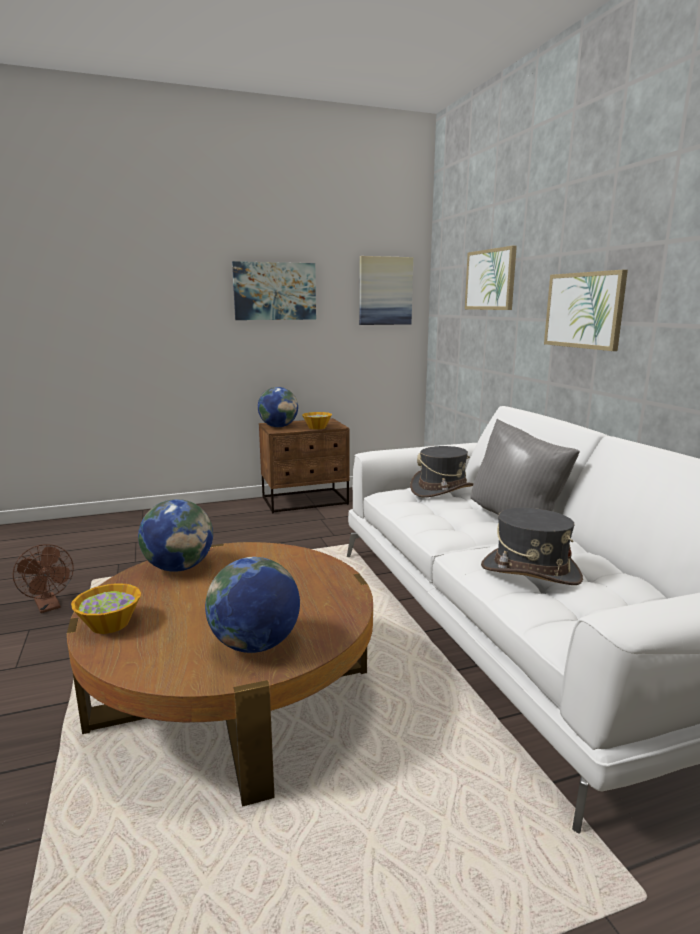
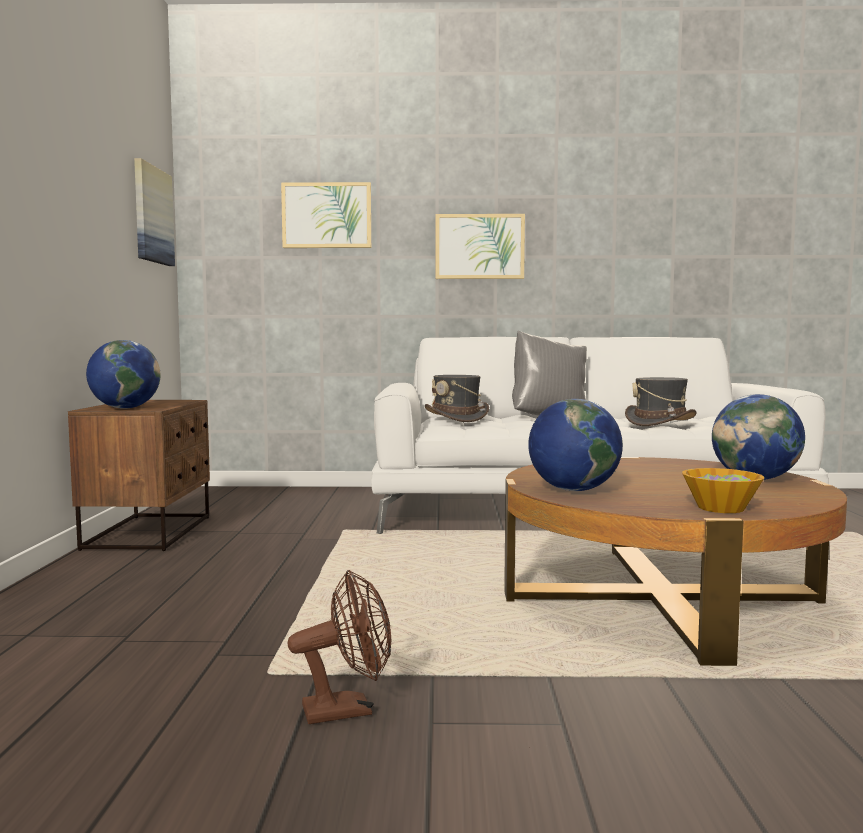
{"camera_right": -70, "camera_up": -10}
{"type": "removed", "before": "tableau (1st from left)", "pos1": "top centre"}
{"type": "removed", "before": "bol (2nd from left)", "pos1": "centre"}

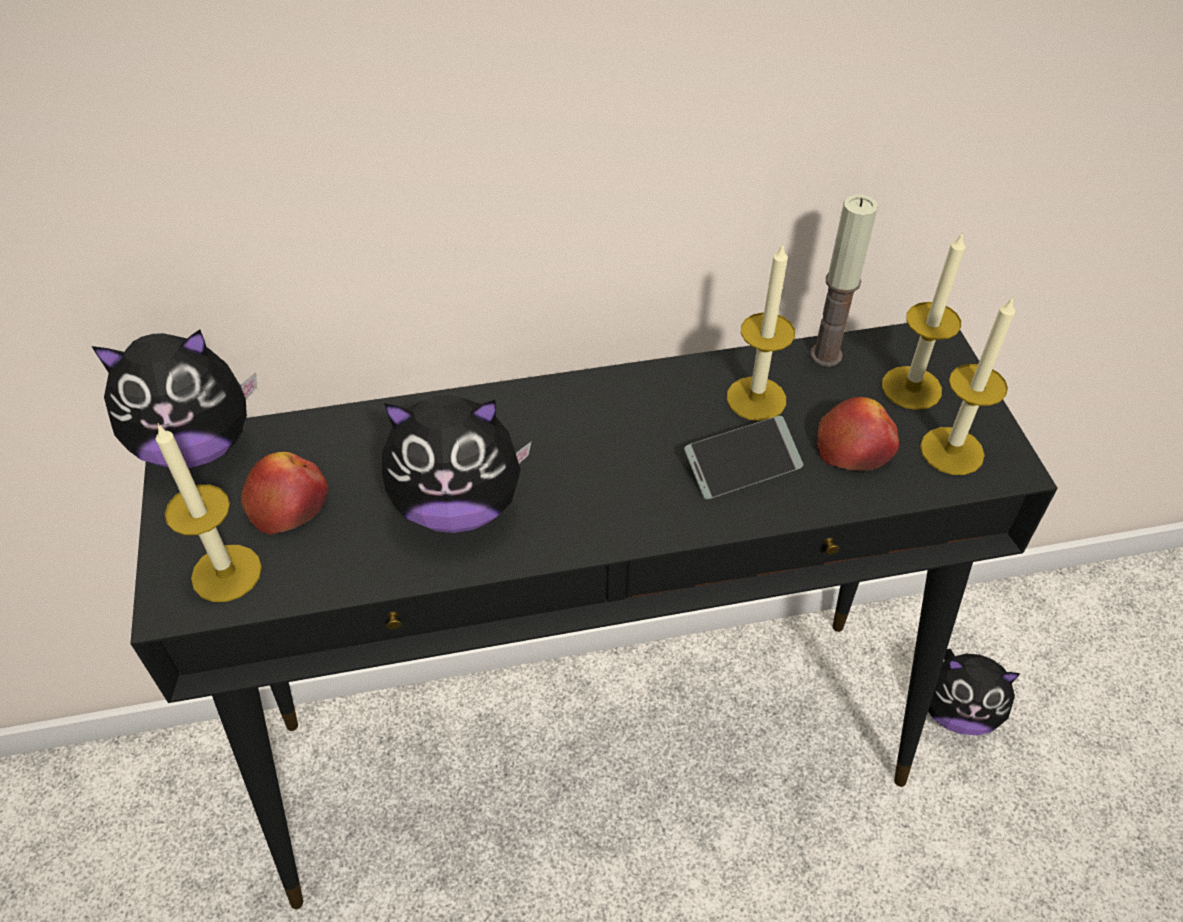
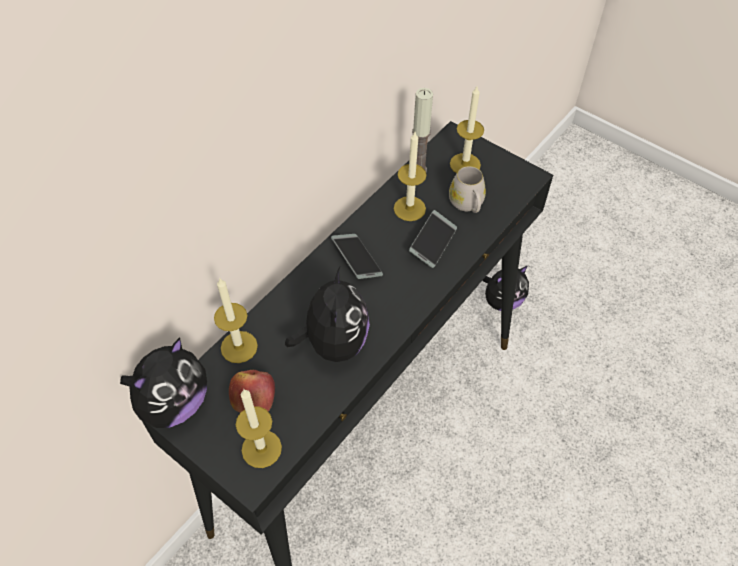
{"camera_right": -40, "camera_up": 5}
{"type": "moved", "before": "bougie (5th from left in the first image)", "after": "bougie (1st from left)", "pos1": "middle right", "pos2": "middle left"}
{"type": "turned", "before": "peluche (2nd from left)", "pos1": "centre", "pos2": "centre", "turn": -45}
{"type": "replaced", "before": "pomme (2nd from left)", "after": "mug (blanc)", "pos1": "middle right", "pos2": "centre"}
{"type": "added", "after": "téléphone (1st from left)", "pos2": "centre"}

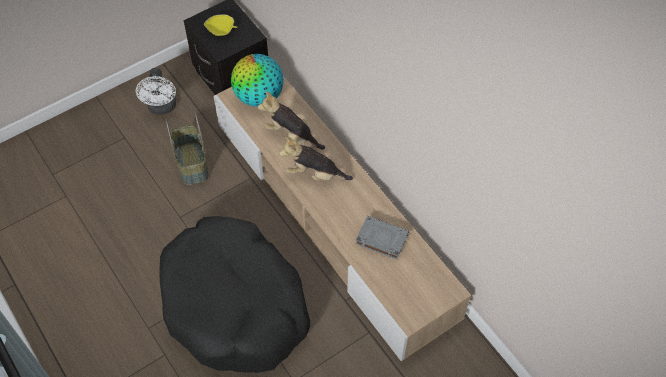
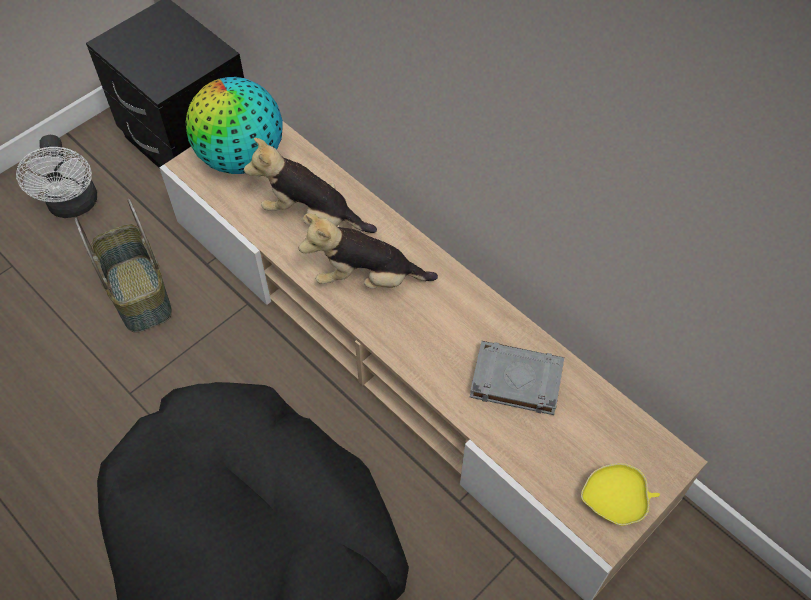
{"camera_right": -10, "camera_up": 0}
{"type": "moved", "before": "bol (jaune)", "pos1": "top left", "pos2": "bottom right"}

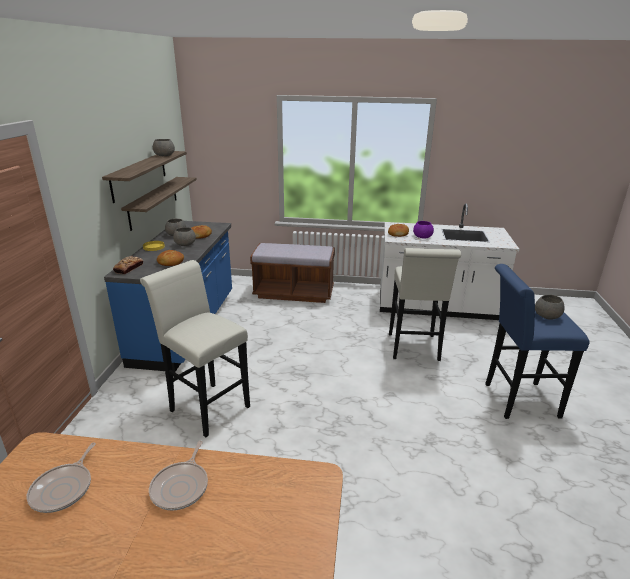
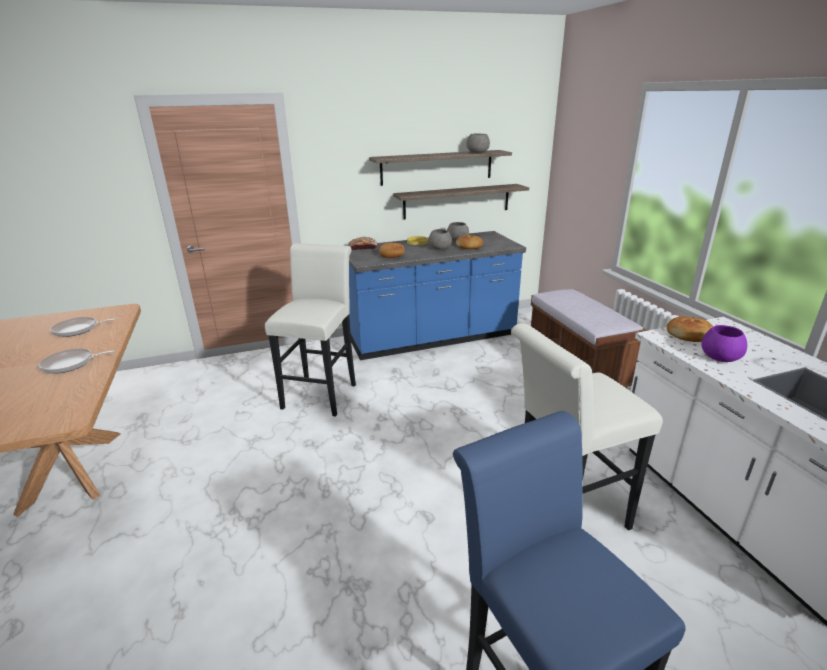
{"camera_right": 65, "camera_up": 0}
{"type": "removed", "before": "bol (gris) (4th from left)", "pos1": "middle right"}

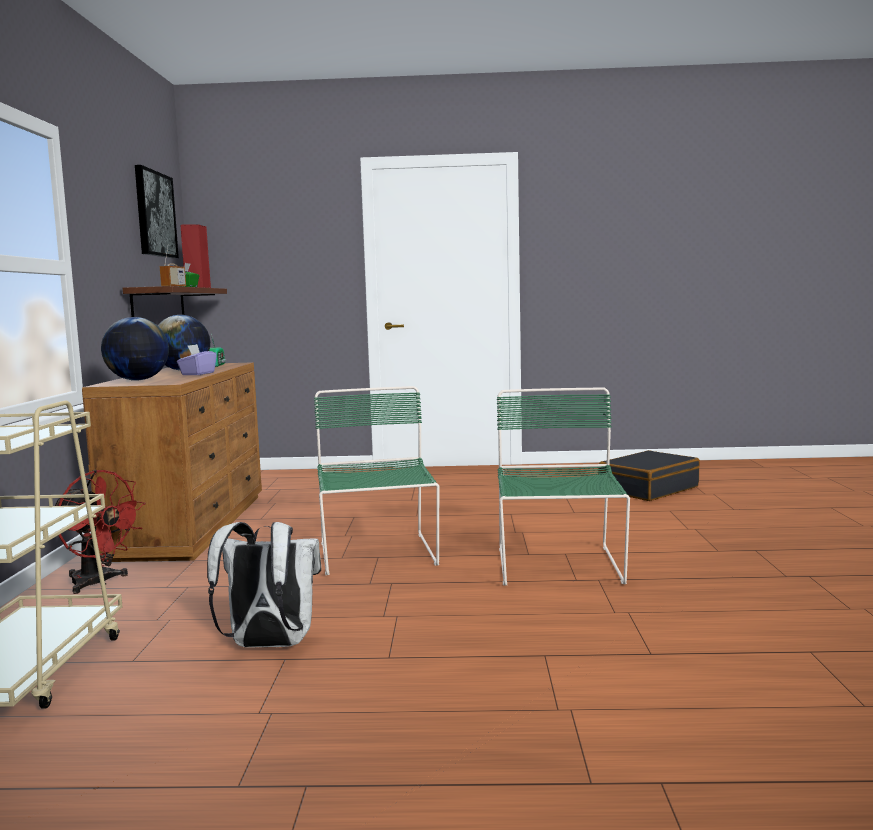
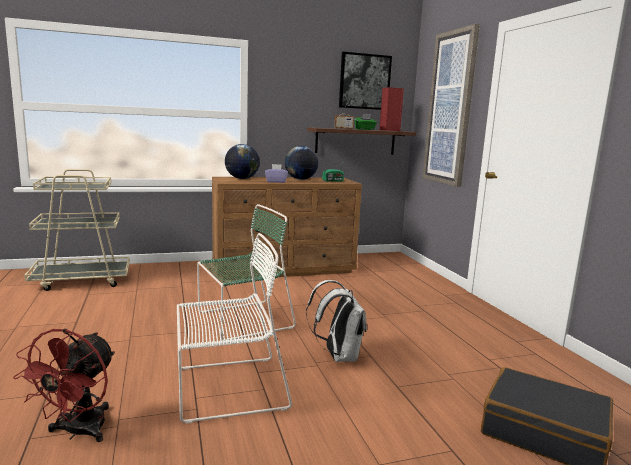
{"camera_right": 70, "camera_up": 5}
{"type": "recoloured", "before": "chaise (vert) (2nd from left)", "after": "chaise (blanc)", "pos1": "centre", "pos2": "bottom centre"}
{"type": "moved", "before": "ventilateur (rouge)", "pos1": "middle left", "pos2": "bottom left"}
{"type": "moved", "before": "sac à dos (blanc)", "pos1": "bottom left", "pos2": "bottom centre"}
{"type": "added", "after": "tableau (2nd from left)", "pos2": "top right"}

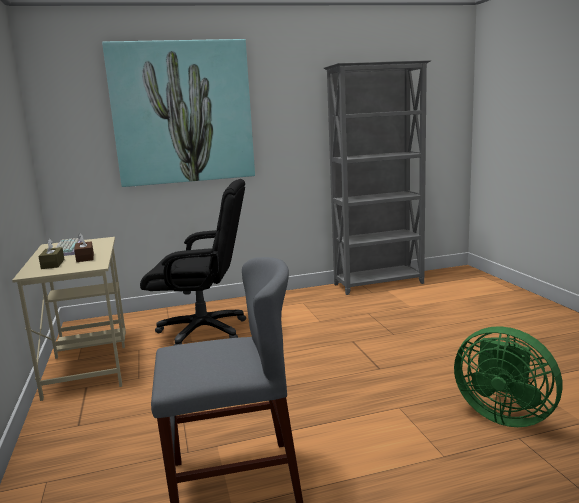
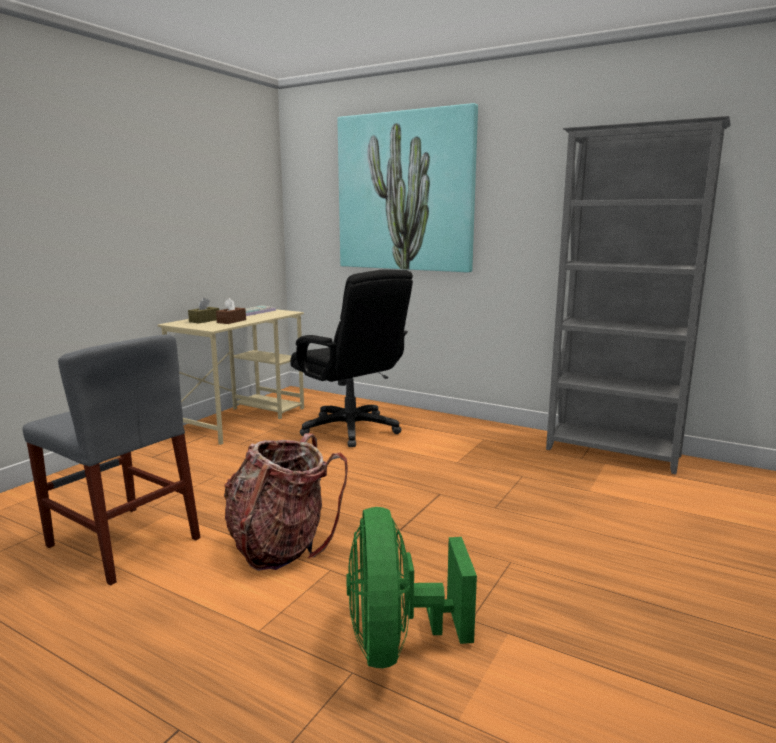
{"camera_right": 45, "camera_up": 0}
{"type": "added", "after": "sac à dos", "pos2": "bottom centre"}

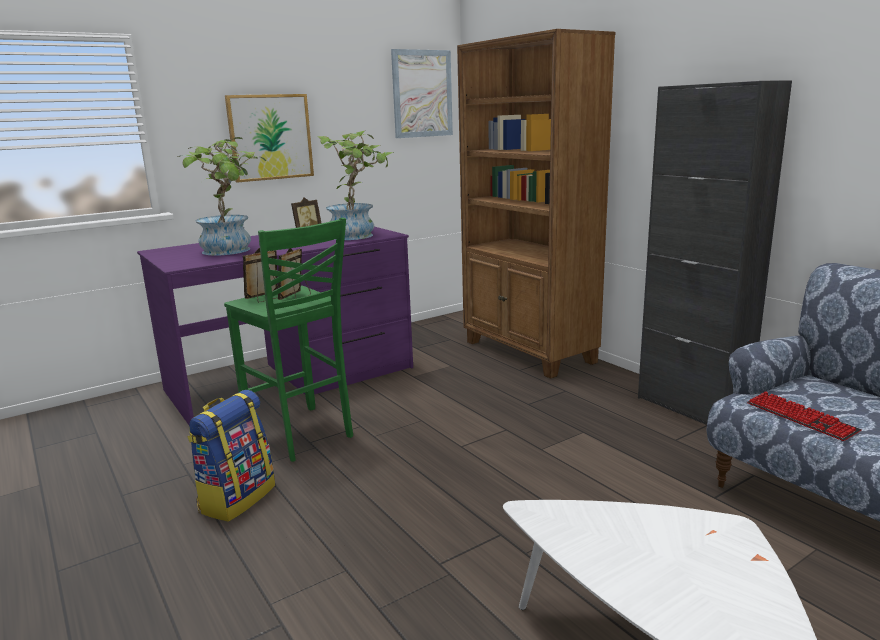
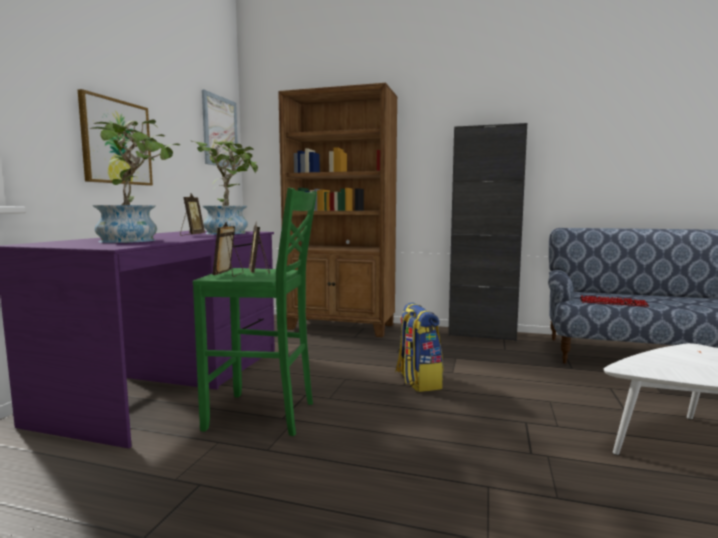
{"camera_right": -40, "camera_up": -10}
{"type": "moved", "before": "sac à dos", "pos1": "bottom left", "pos2": "centre"}

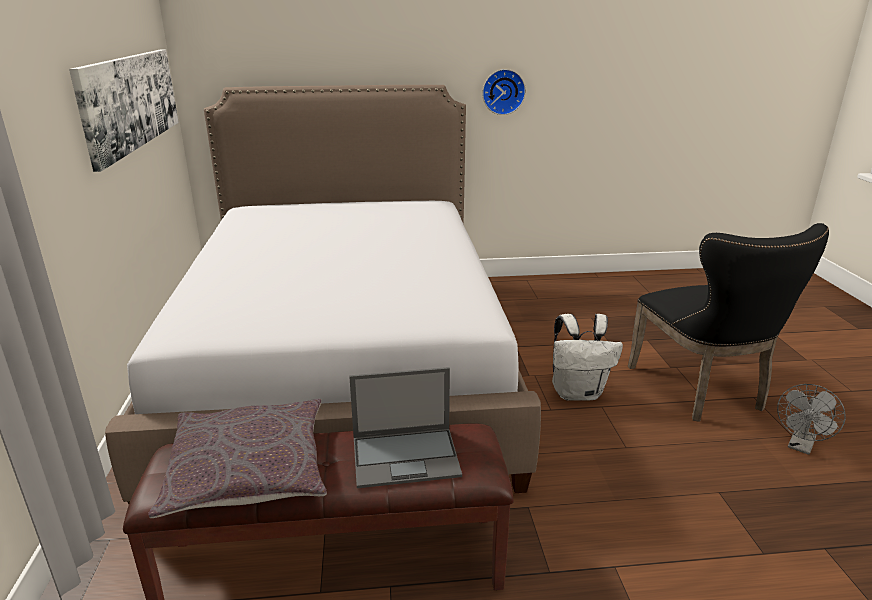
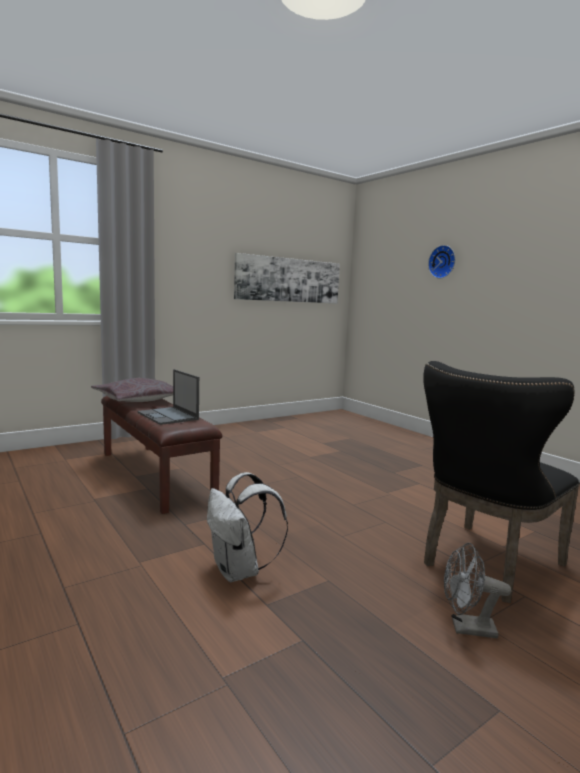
{"camera_right": 60, "camera_up": -15}
{"type": "moved", "before": "horloge murale", "pos1": "top centre", "pos2": "middle right"}
{"type": "removed", "before": "lit", "pos1": "centre"}
{"type": "moved", "before": "sac à dos (blanc)", "pos1": "middle right", "pos2": "bottom centre"}

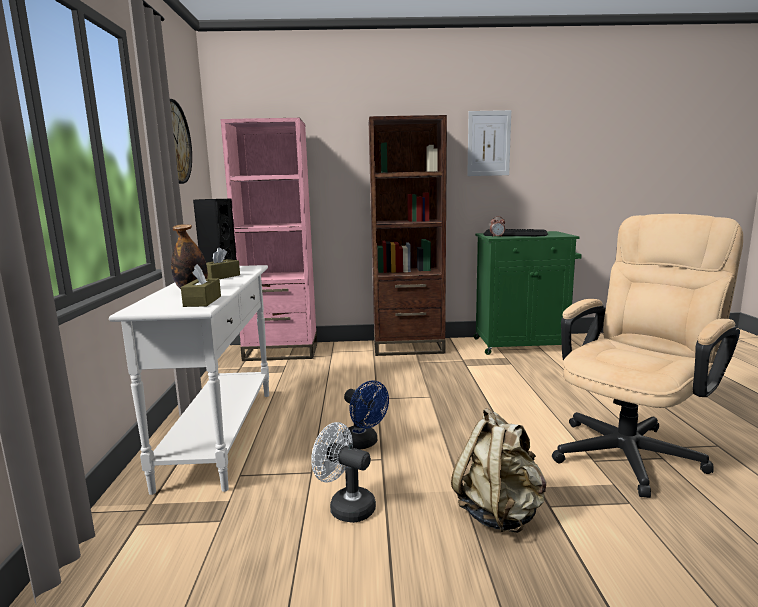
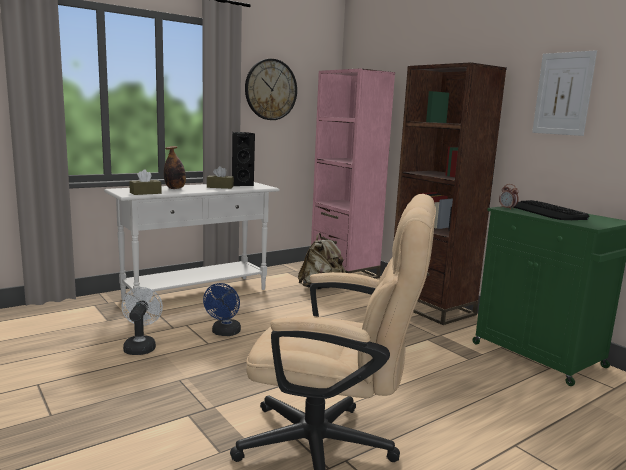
{"camera_right": 55, "camera_up": 0}
{"type": "moved", "before": "sac à dos (beige)", "pos1": "bottom centre", "pos2": "centre"}

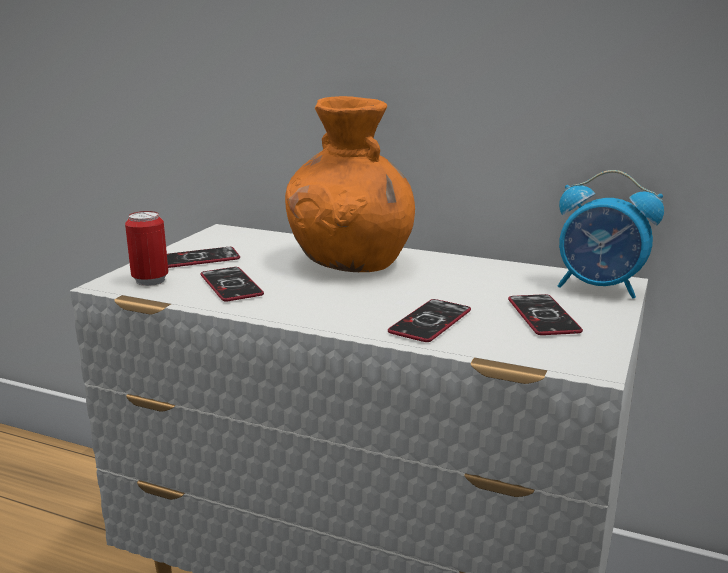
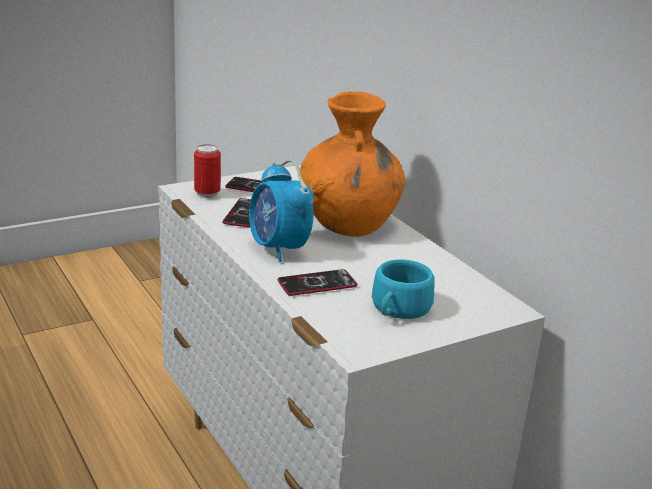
{"camera_right": 35, "camera_up": 5}
{"type": "moved", "before": "réveil", "pos1": "middle right", "pos2": "centre"}
{"type": "replaced", "before": "téléphone (4th from left)", "after": "tasse (turquoise)", "pos1": "middle right", "pos2": "centre"}

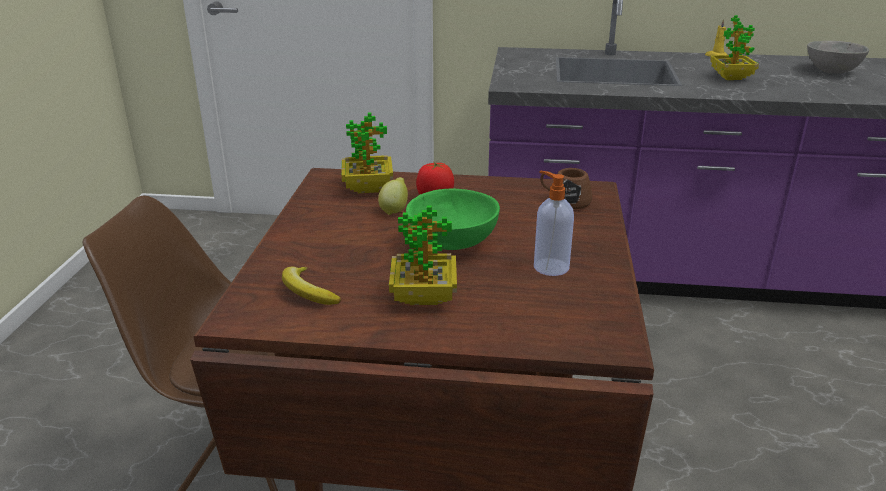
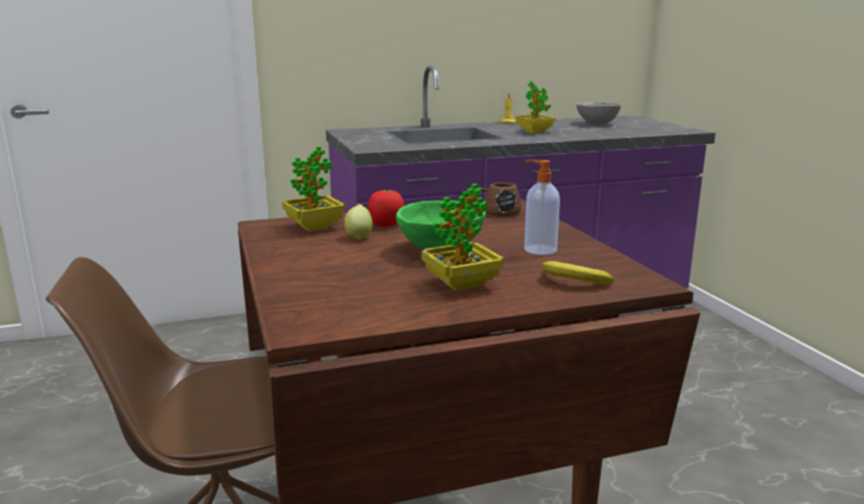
{"camera_right": -25, "camera_up": -10}
{"type": "moved", "before": "banane", "pos1": "centre", "pos2": "middle right"}

